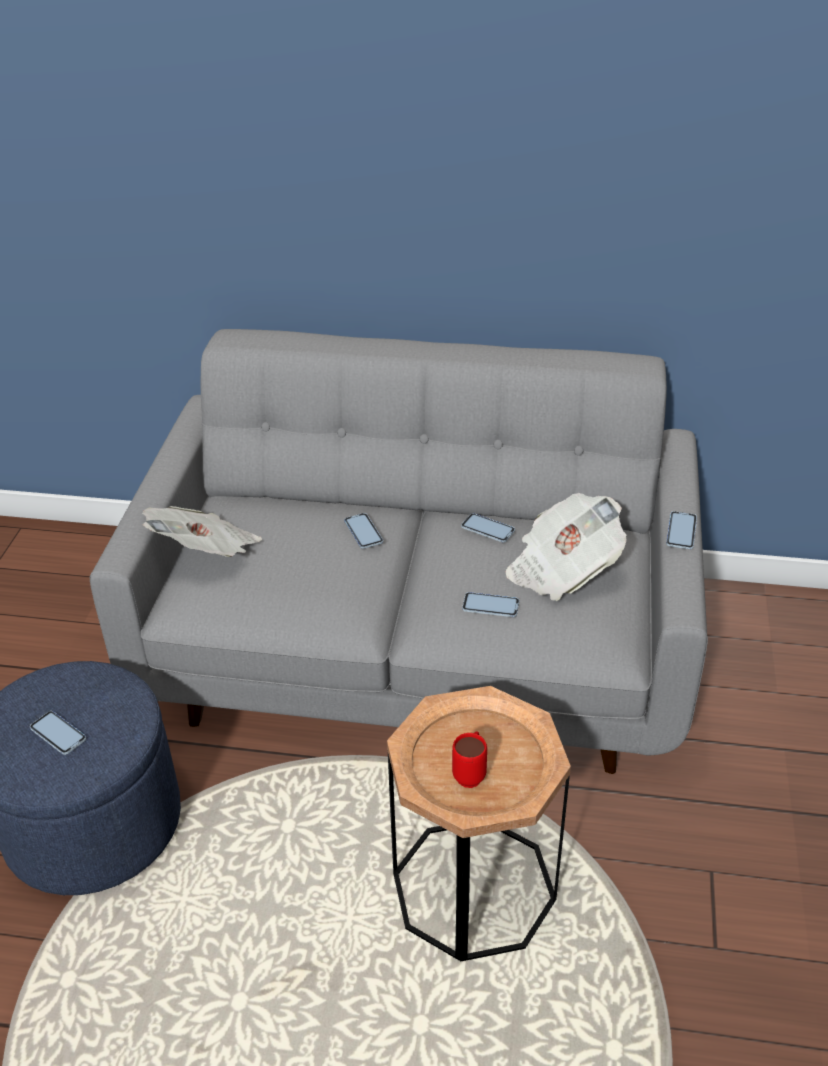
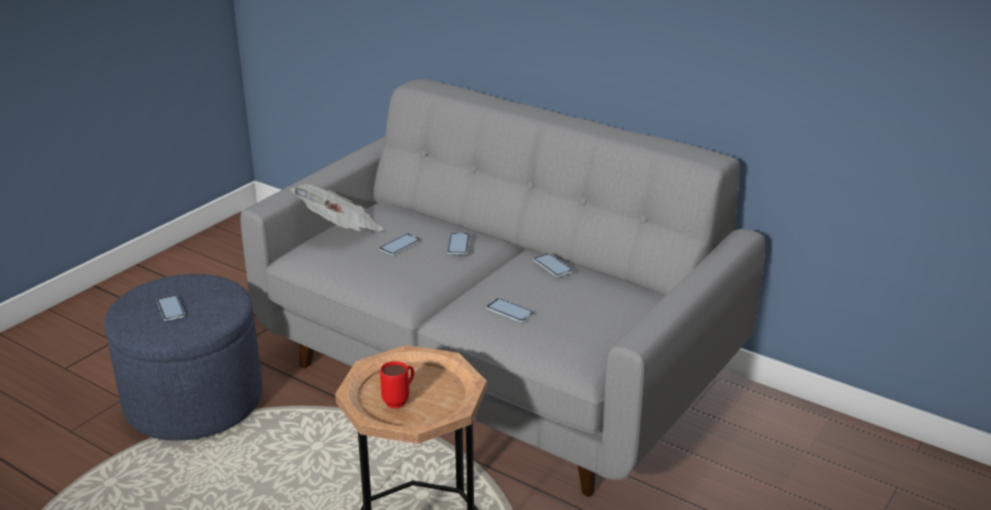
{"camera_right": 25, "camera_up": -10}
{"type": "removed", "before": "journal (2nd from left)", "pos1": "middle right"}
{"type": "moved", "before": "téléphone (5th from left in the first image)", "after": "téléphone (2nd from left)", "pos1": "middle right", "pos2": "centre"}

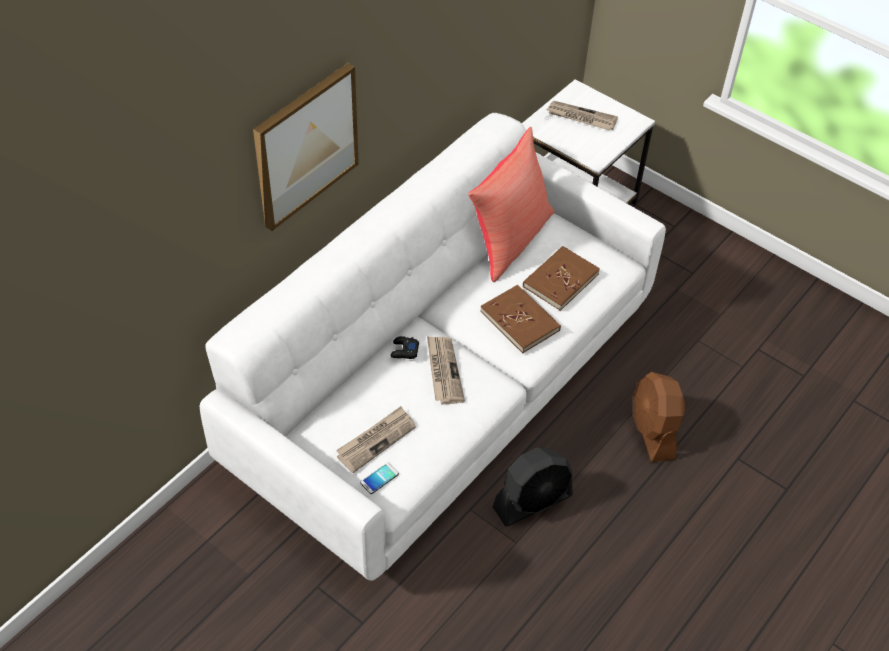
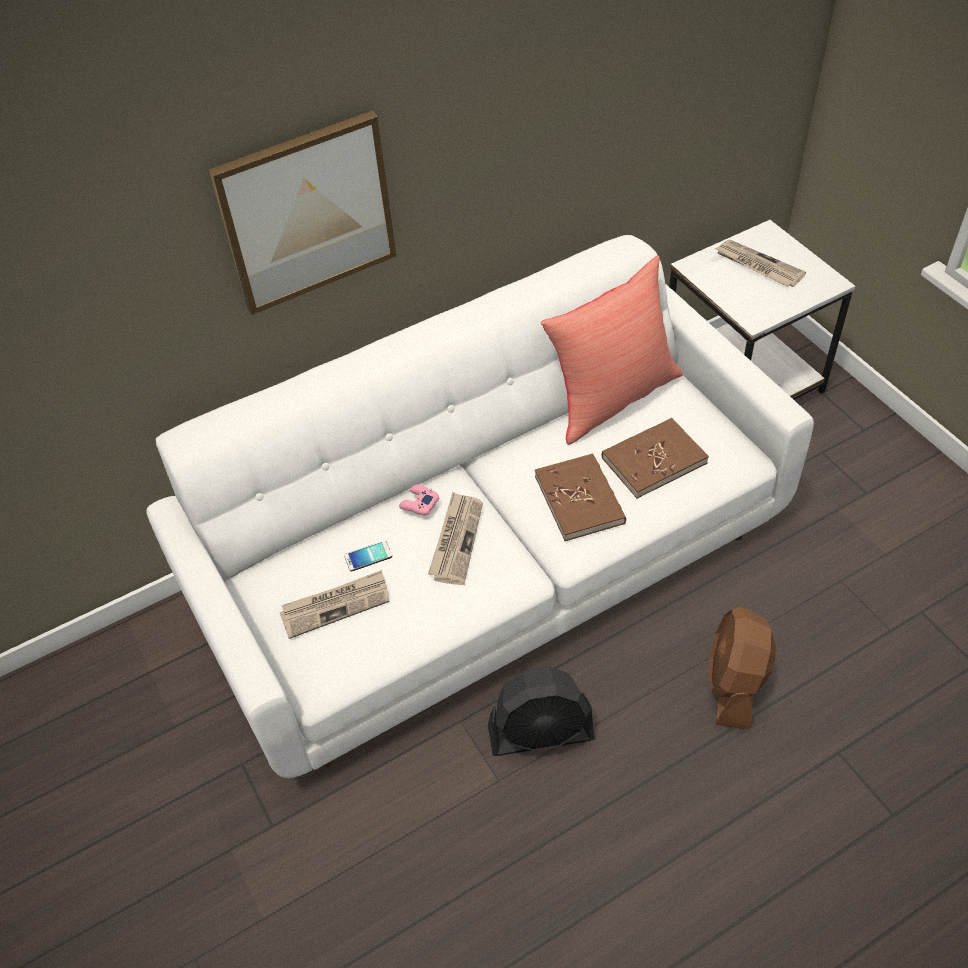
{"camera_right": 25, "camera_up": 0}
{"type": "recoloured", "before": "manette (noir)", "after": "manette (rose)", "pos1": "centre", "pos2": "centre"}
{"type": "moved", "before": "téléphone", "pos1": "bottom centre", "pos2": "centre"}

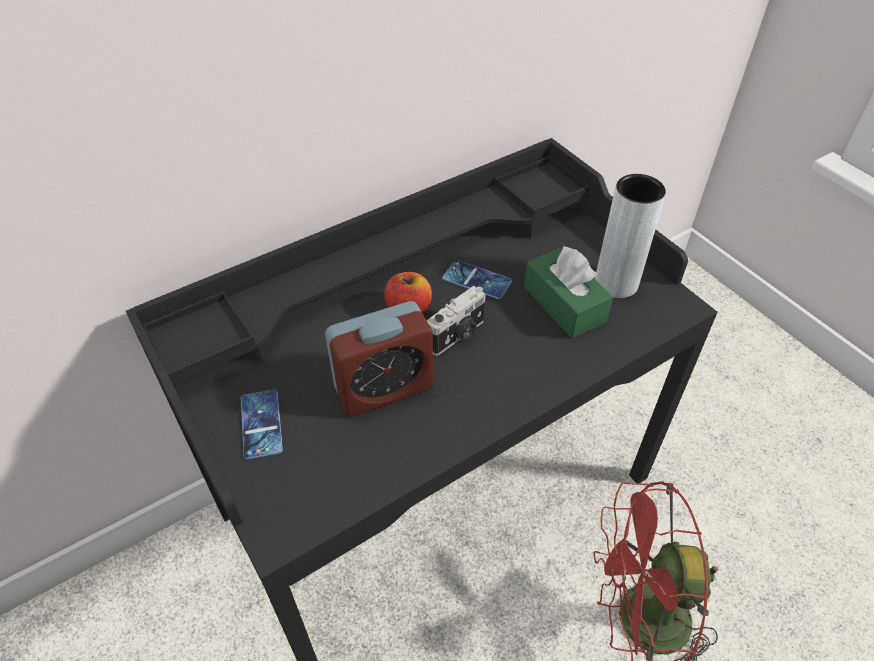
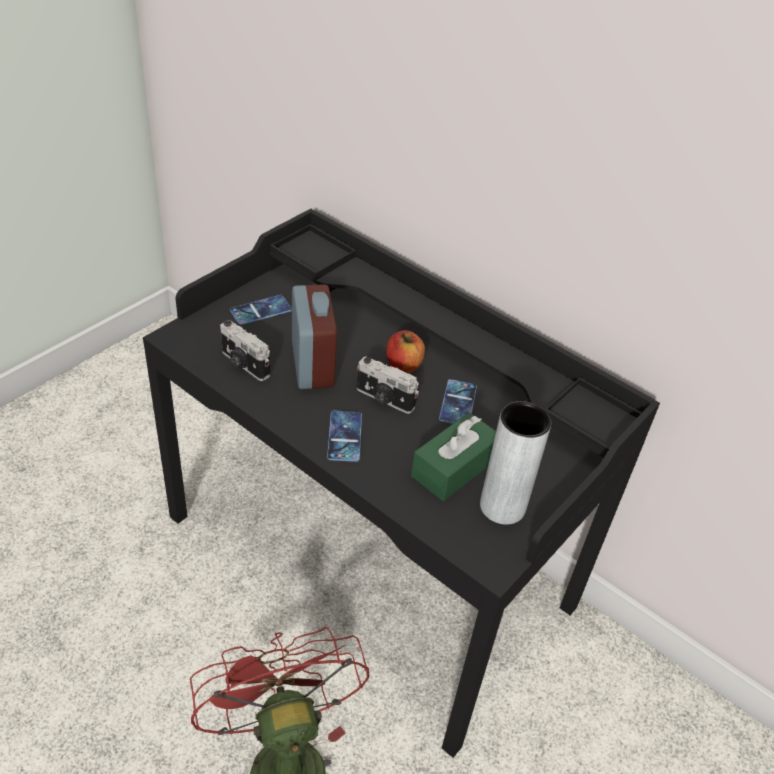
{"camera_right": 70, "camera_up": -5}
{"type": "turned", "before": "réveil", "pos1": "centre", "pos2": "centre", "turn": -150}
{"type": "added", "after": "appareil photo (1st from left)", "pos2": "middle left"}
{"type": "added", "after": "téléphone (2nd from left)", "pos2": "centre"}

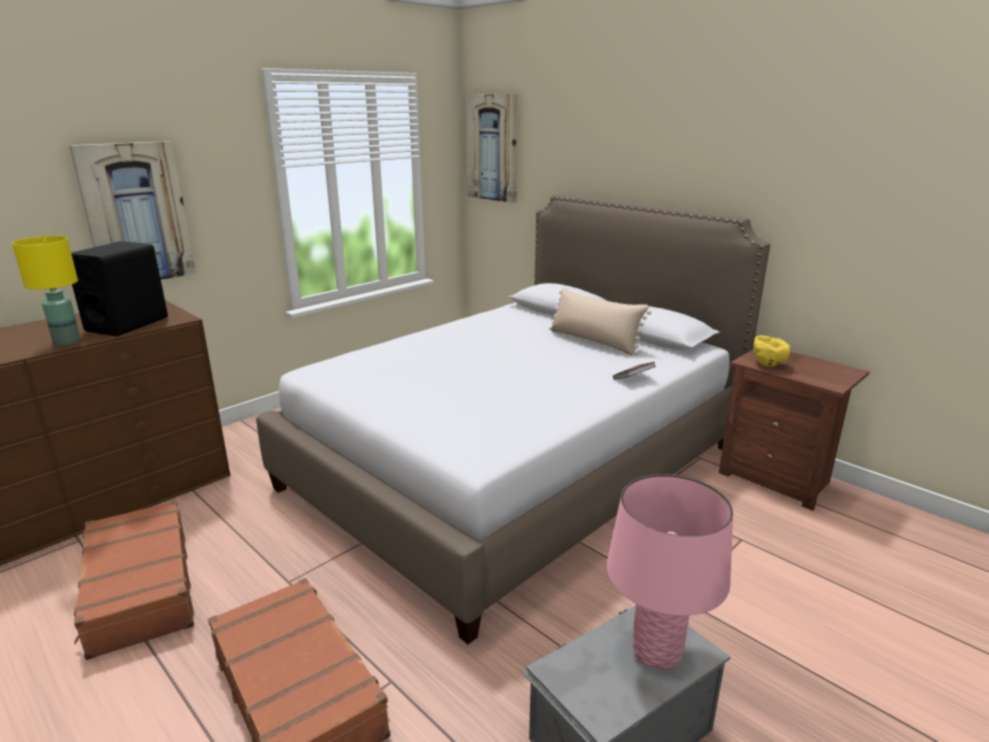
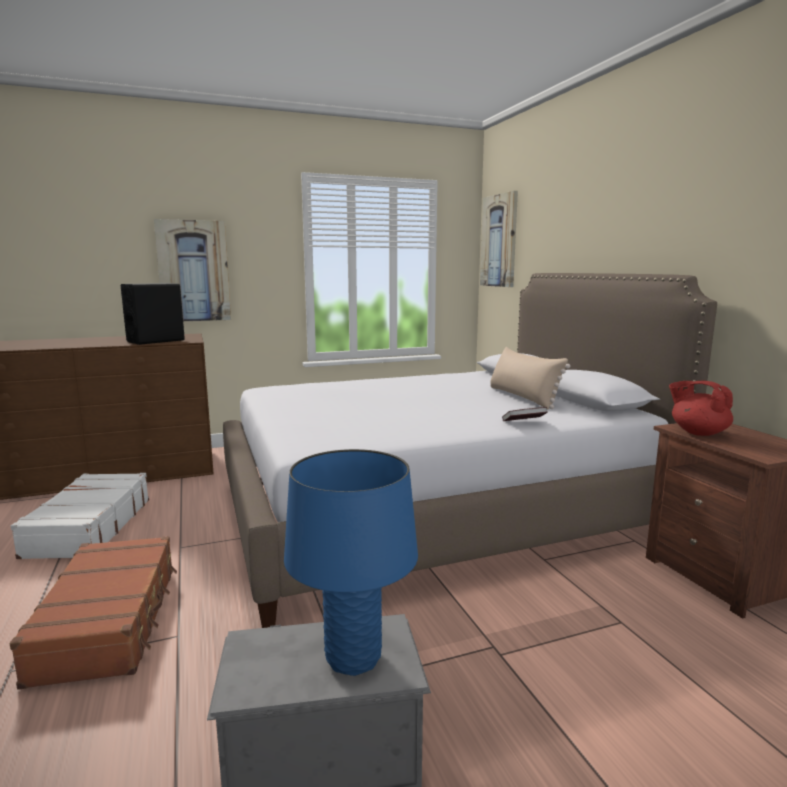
{"camera_right": 25, "camera_up": -10}
{"type": "removed", "before": "lampe de table (jaune)", "pos1": "middle left"}
{"type": "replaced", "before": "bol (jaune)", "after": "théière (rouge)", "pos1": "middle right", "pos2": "middle right"}
{"type": "recoloured", "before": "lampe de table (rose)", "after": "lampe de table (bleu)", "pos1": "bottom right", "pos2": "bottom centre"}
{"type": "recoloured", "before": "valise (marron) (1st from left)", "after": "valise (blanc)", "pos1": "bottom left", "pos2": "middle left"}

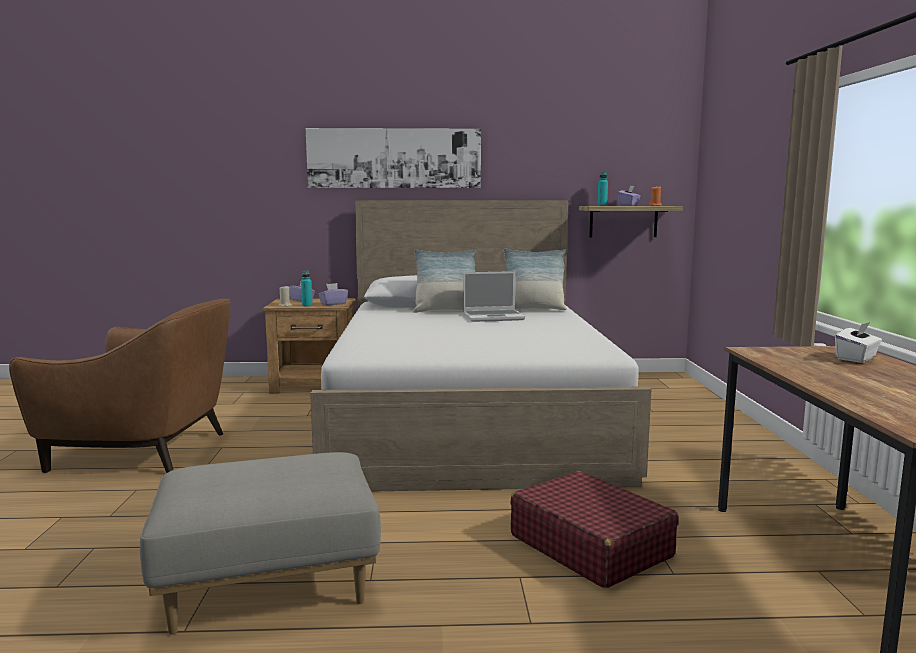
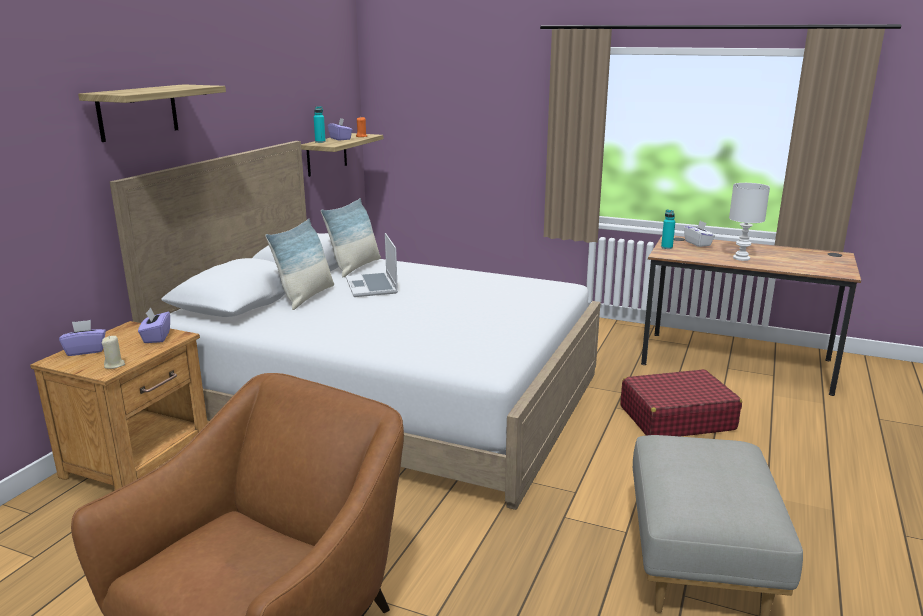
{"camera_right": -65, "camera_up": 10}
{"type": "replaced", "before": "tableau", "after": "étagère (1st from left)", "pos1": "top centre", "pos2": "top left"}
{"type": "moved", "before": "bouteille (turquoise) (1st from left in the first image)", "after": "bouteille (turquoise) (2nd from left)", "pos1": "centre", "pos2": "middle right"}
{"type": "turned", "before": "ordinateur portable", "pos1": "centre", "pos2": "centre", "turn": 150}
{"type": "added", "after": "lampe de table (blanc)", "pos2": "middle right"}

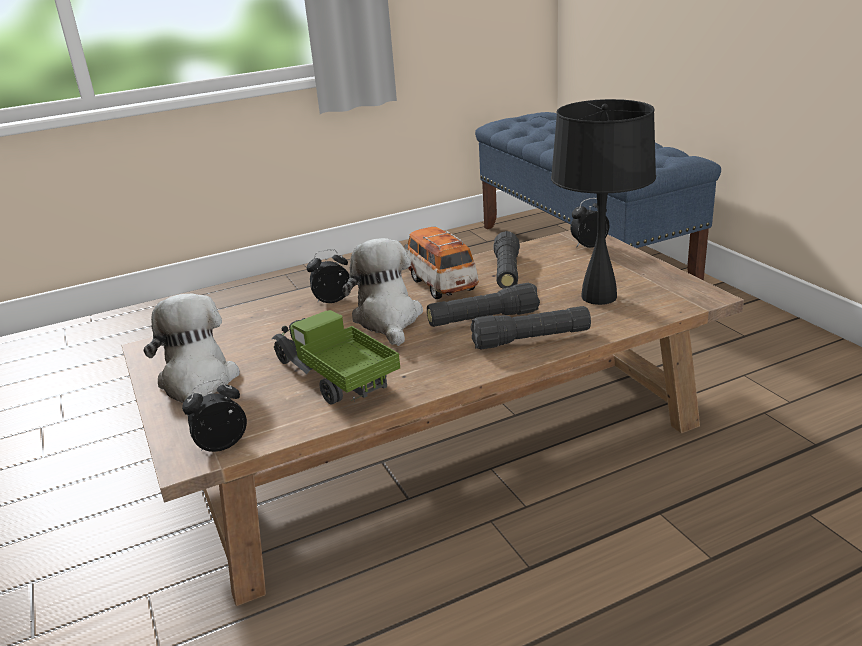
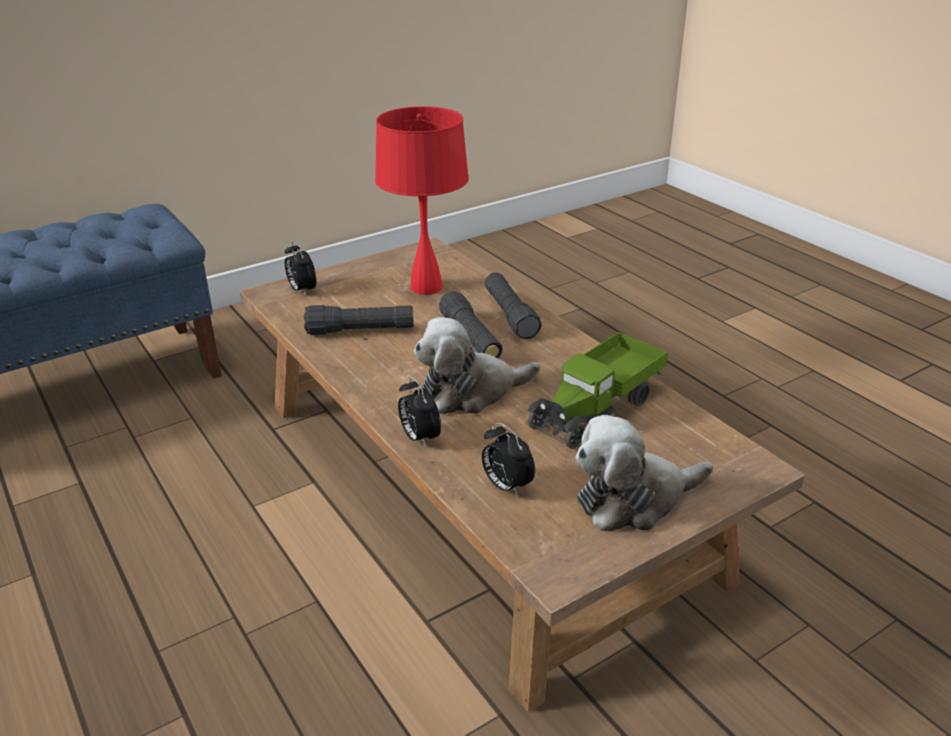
{"camera_right": -100, "camera_up": 5}
{"type": "recoloured", "before": "lampe de table (noir)", "after": "lampe de table (rouge)", "pos1": "top right", "pos2": "top centre"}
{"type": "removed", "before": "petite voiture", "pos1": "centre"}
{"type": "moved", "before": "réveil (1st from left in the first image)", "after": "réveil (3rd from left)", "pos1": "middle left", "pos2": "centre"}

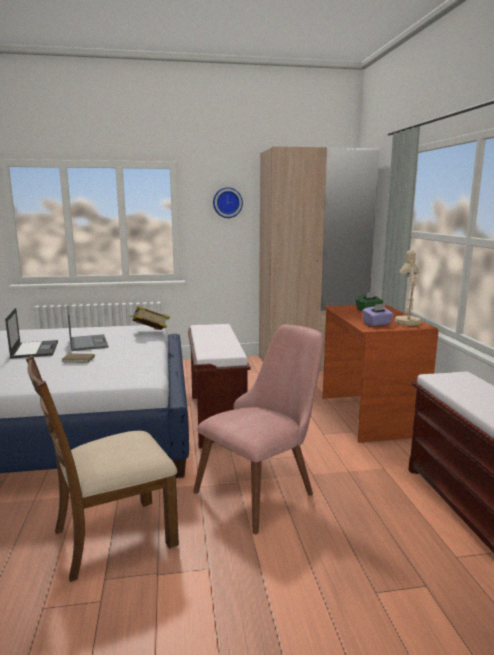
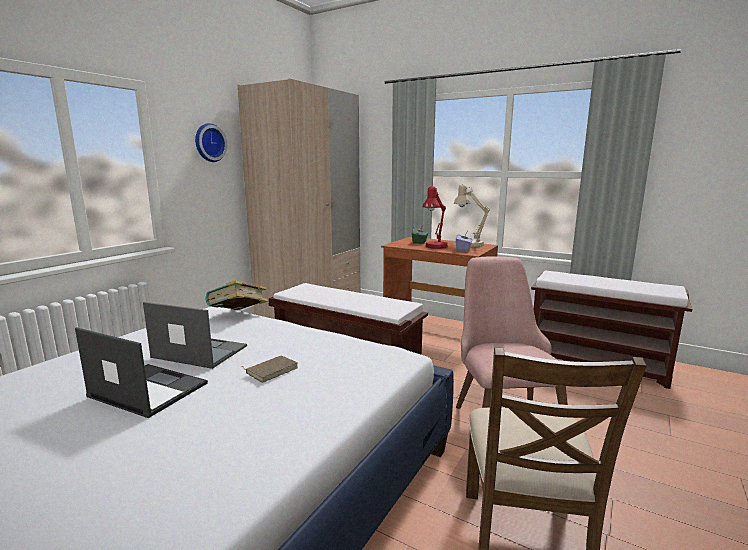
{"camera_right": -50, "camera_up": 0}
{"type": "added", "after": "lampe de table (rouge)", "pos2": "centre"}

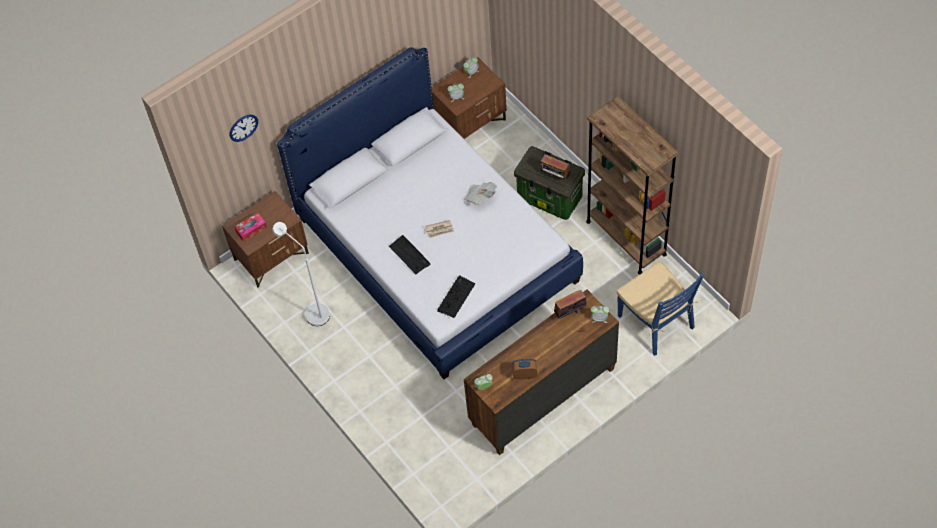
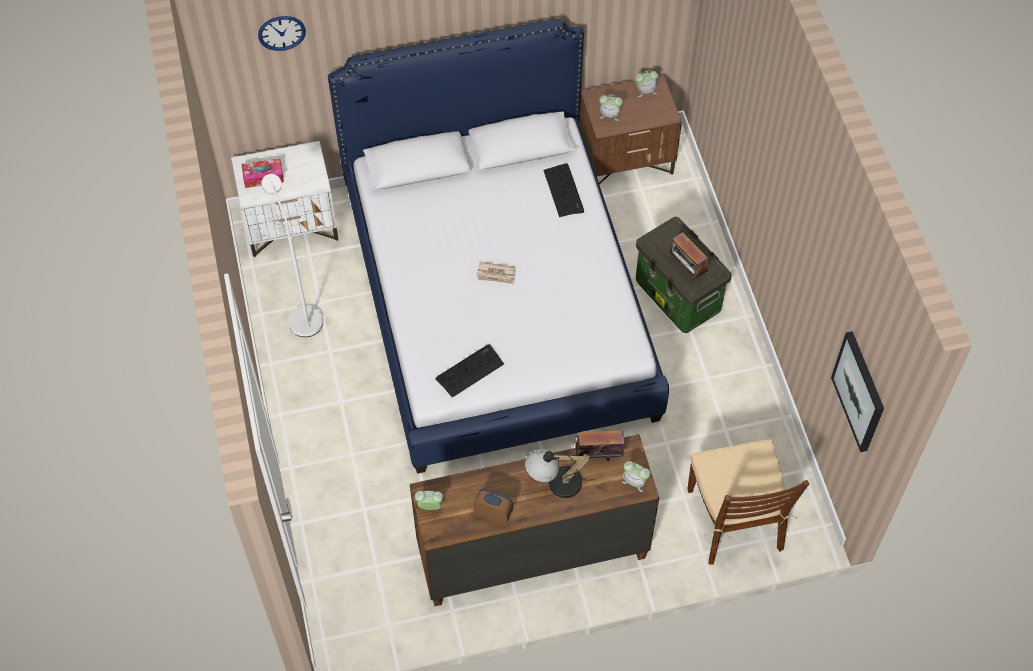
{"camera_right": 20, "camera_up": 0}
{"type": "removed", "before": "bibliothèque (marron)", "pos1": "middle right"}
{"type": "removed", "before": "journal (2nd from left)", "pos1": "centre"}
{"type": "recoloured", "before": "table de chevet (marron) (1st from left)", "after": "table de chevet (blanc)", "pos1": "middle left", "pos2": "top left"}
{"type": "moved", "before": "clavier (1st from left in the first image)", "after": "clavier (2nd from left)", "pos1": "centre", "pos2": "top centre"}
{"type": "recoloured", "before": "chaise (bleu)", "after": "chaise (marron)", "pos1": "middle right", "pos2": "bottom right"}
{"type": "added", "after": "tableau", "pos2": "middle right"}
{"type": "added", "after": "lampe de table", "pos2": "bottom centre"}

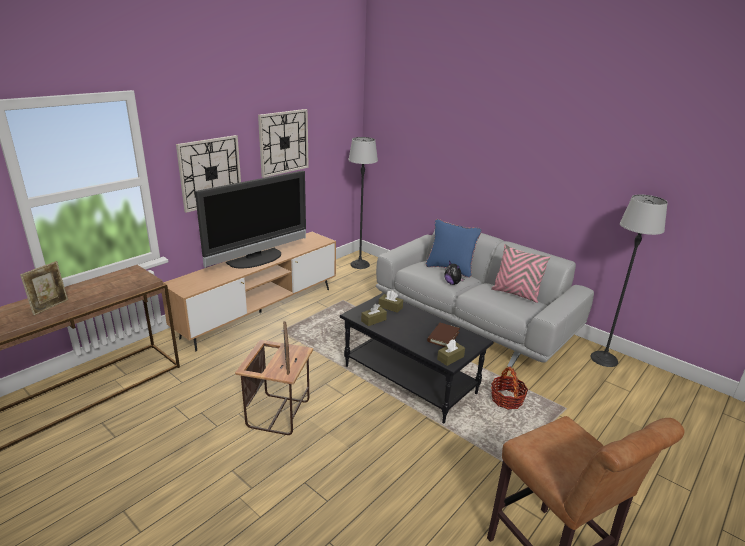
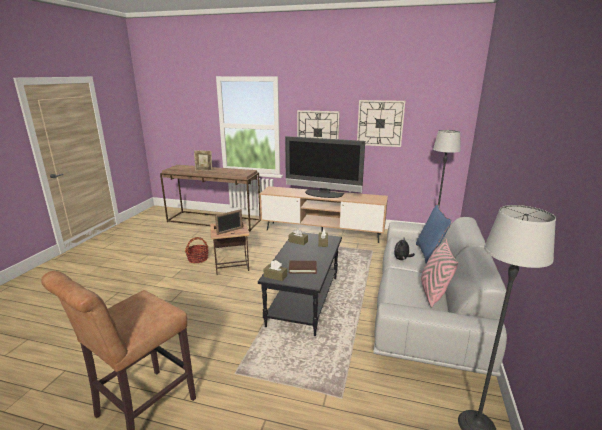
{"camera_right": 65, "camera_up": -5}
{"type": "moved", "before": "panier", "pos1": "bottom right", "pos2": "middle left"}

